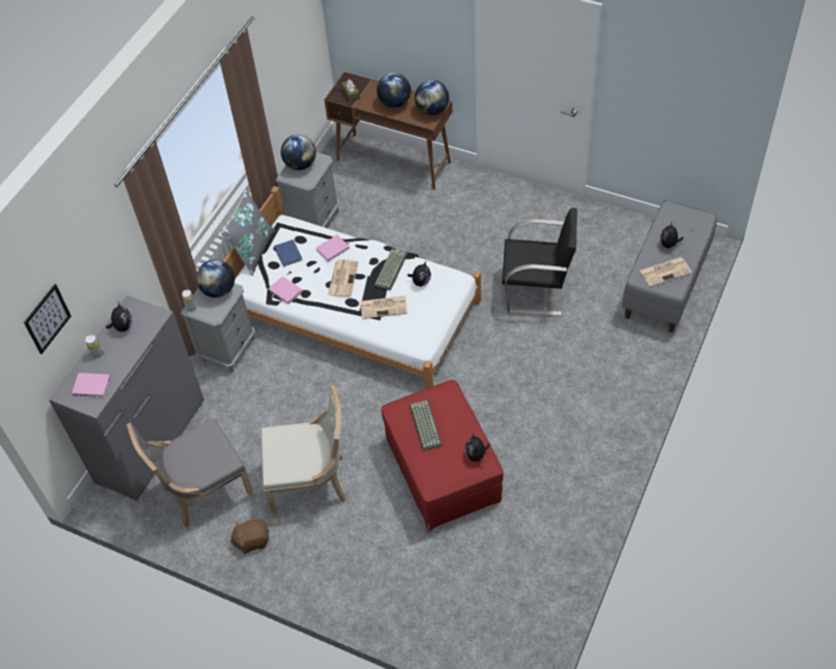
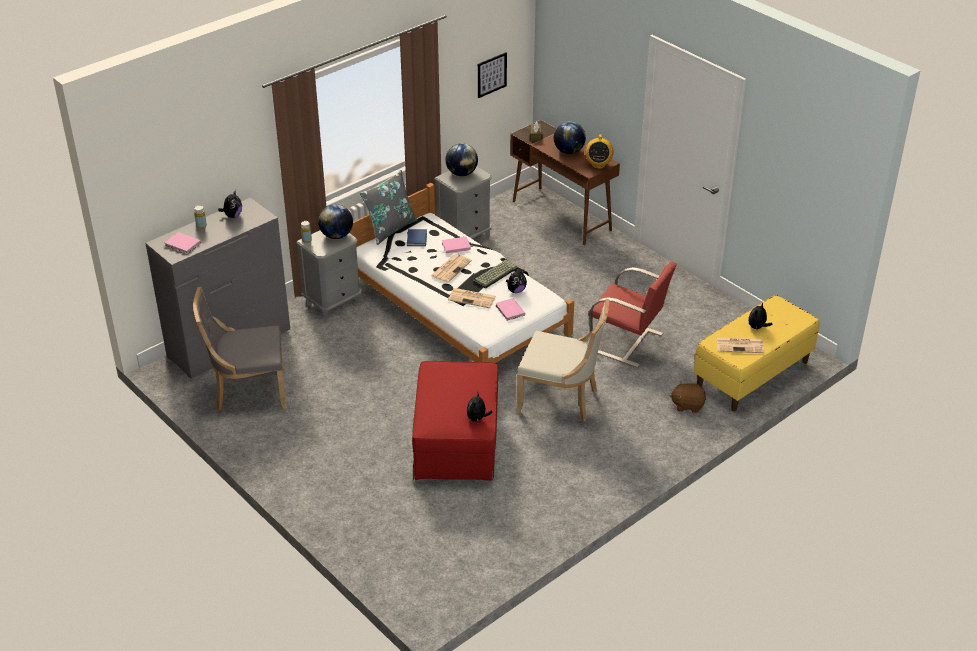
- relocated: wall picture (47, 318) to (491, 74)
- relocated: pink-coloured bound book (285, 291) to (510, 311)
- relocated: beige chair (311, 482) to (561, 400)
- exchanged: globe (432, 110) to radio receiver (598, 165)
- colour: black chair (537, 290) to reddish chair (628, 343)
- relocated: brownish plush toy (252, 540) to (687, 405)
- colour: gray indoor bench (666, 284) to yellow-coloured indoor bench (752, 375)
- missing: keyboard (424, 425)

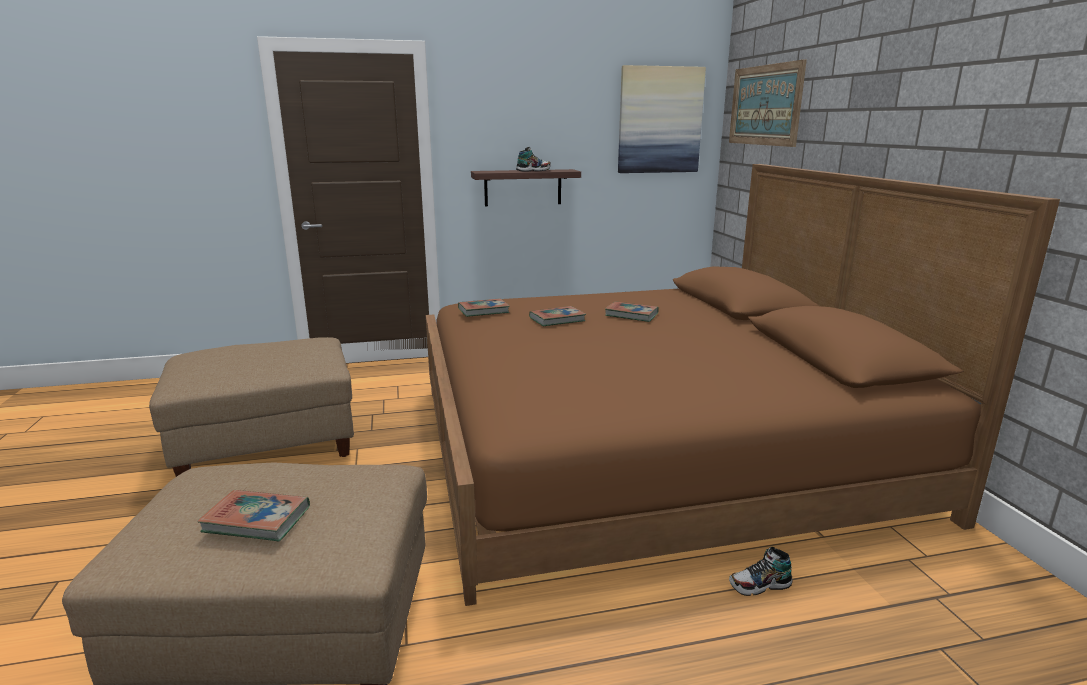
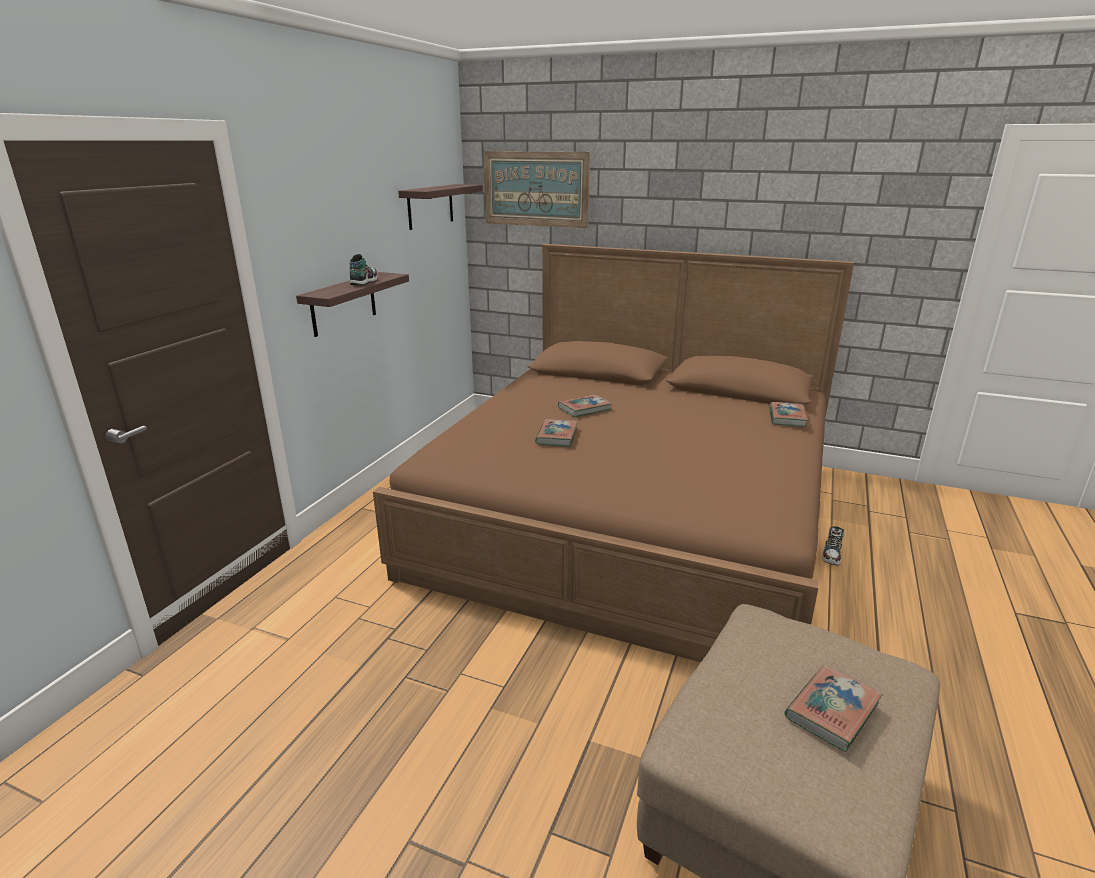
- exchanged: wall picture (659, 120) to shelf (430, 206)
- relocated: bound book (483, 311) to (787, 417)
- missing: beige pouffe (269, 444)

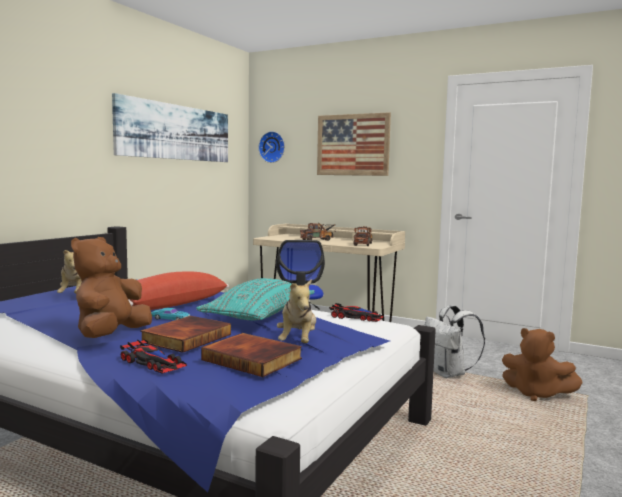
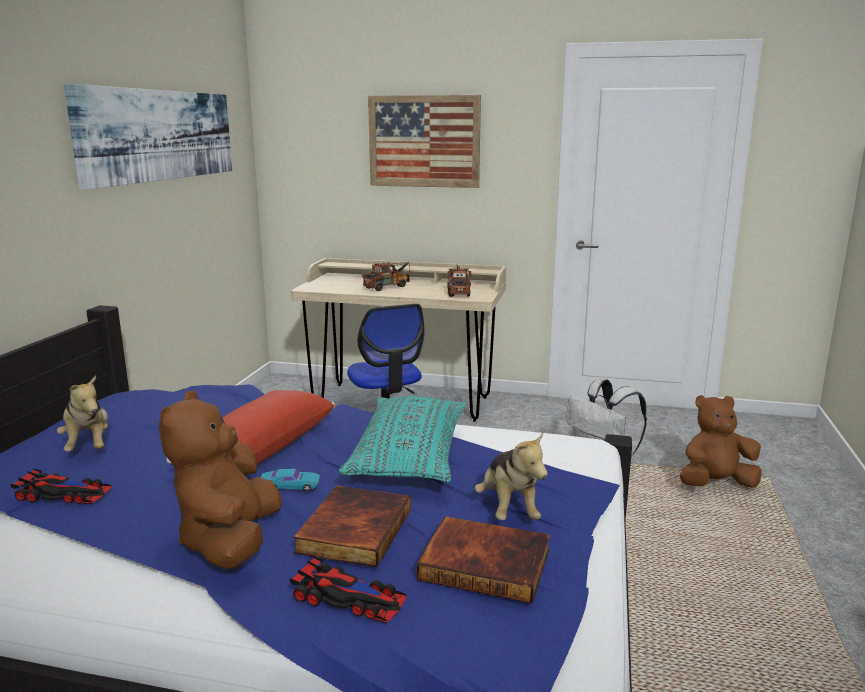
- relocated: model car (356, 317) to (64, 494)
- spun: brownish plush toy (536, 394) = (715, 484) 150 degrees clockwise
- missing: clock on the wall (272, 147)

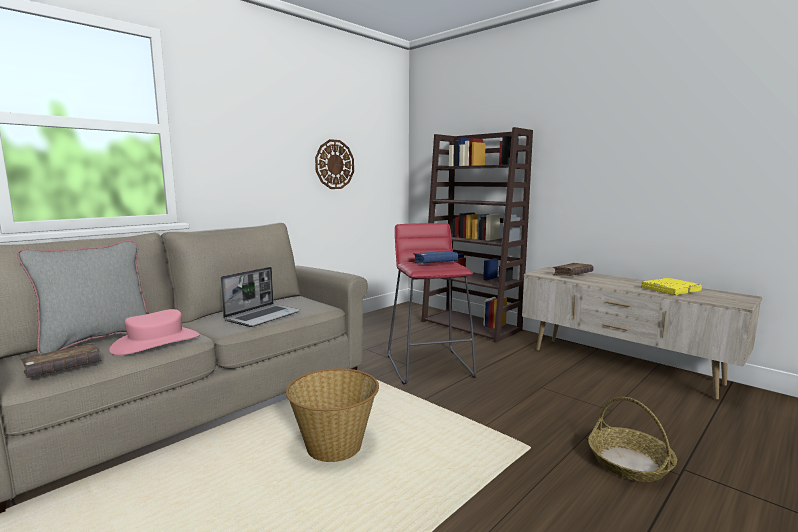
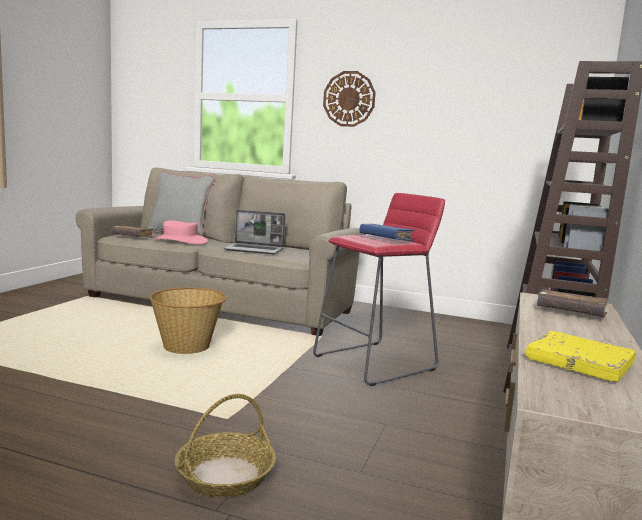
- relocated: clock on the wall (334, 164) to (349, 99)

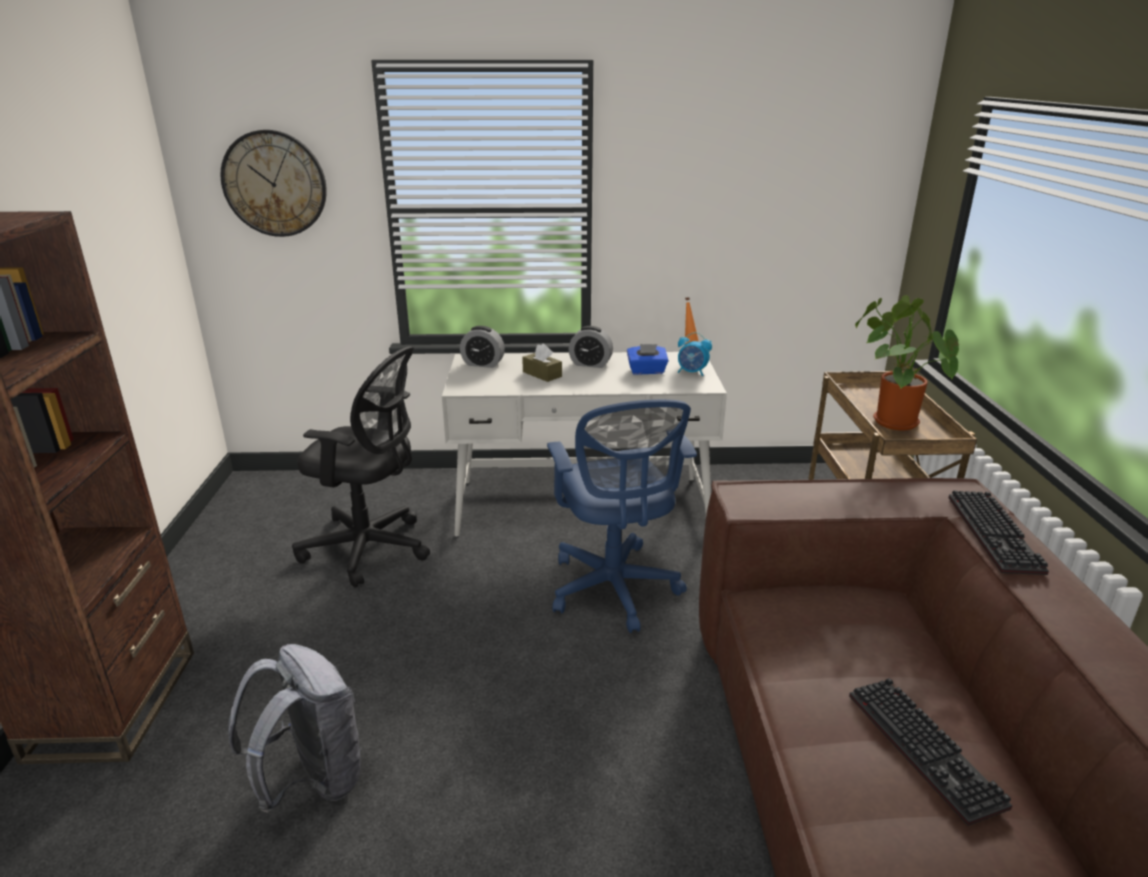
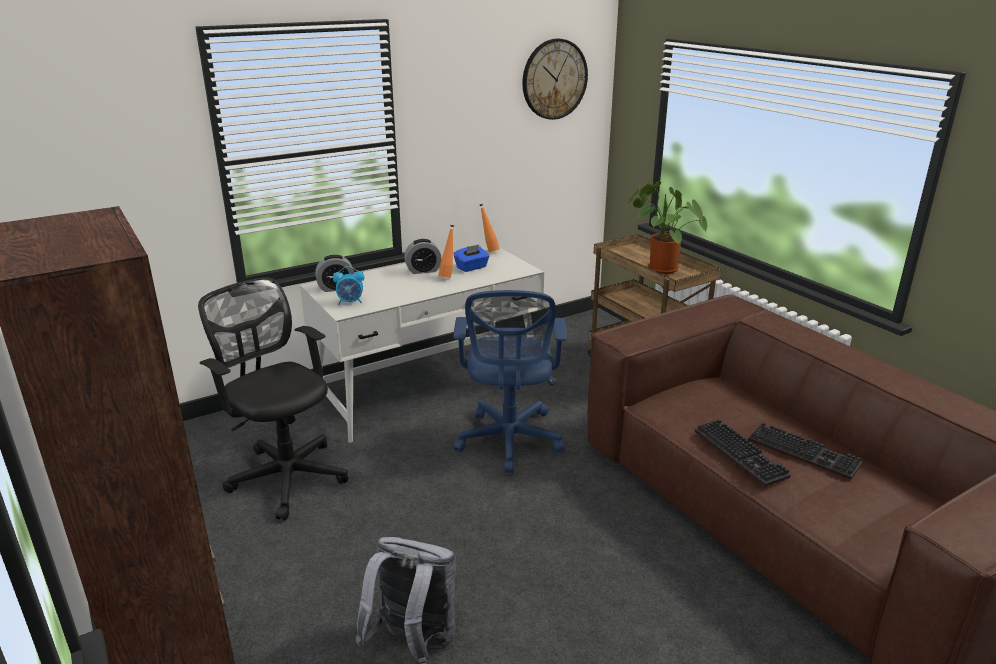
- spun: black computer chair (371, 549) = (286, 474) 120 degrees counterclockwise
- relocated: bedside clock (692, 373) to (350, 302)
- appeared: orange bottle (448, 276)
- spun: blue computer chair (614, 591) = (509, 442) 45 degrees clockwise
- relocated: clock on the wall (274, 184) to (554, 79)
- relocated: keyboard (997, 535) to (742, 454)
- missing: brownish tissue holder (542, 374)

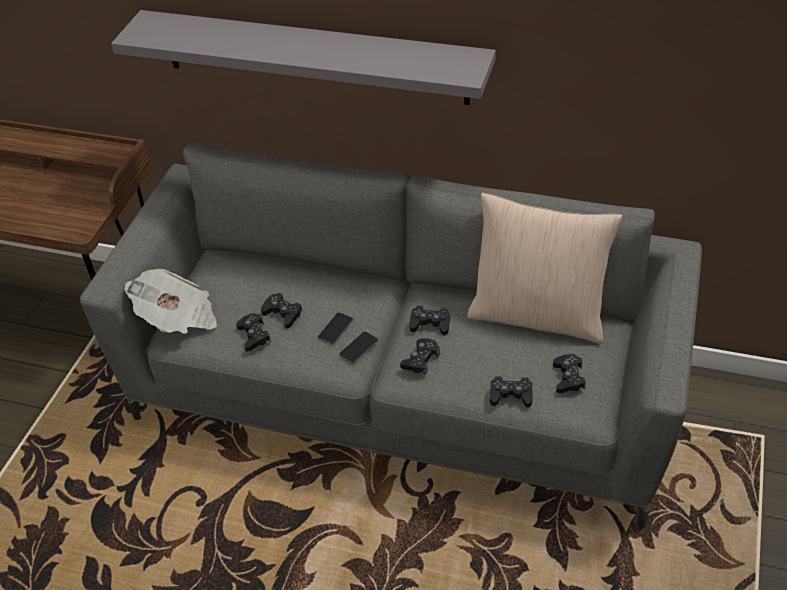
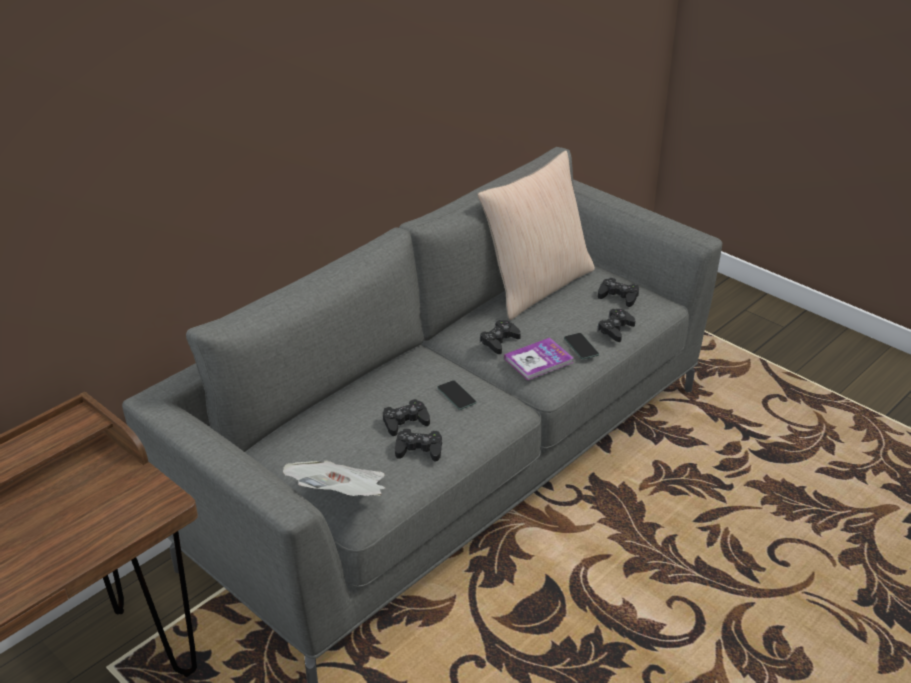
- exchanged: black gamepad (420, 360) to bound book (538, 360)
- relocated: handset (358, 348) to (581, 346)
- missing: gray shelf (313, 57)

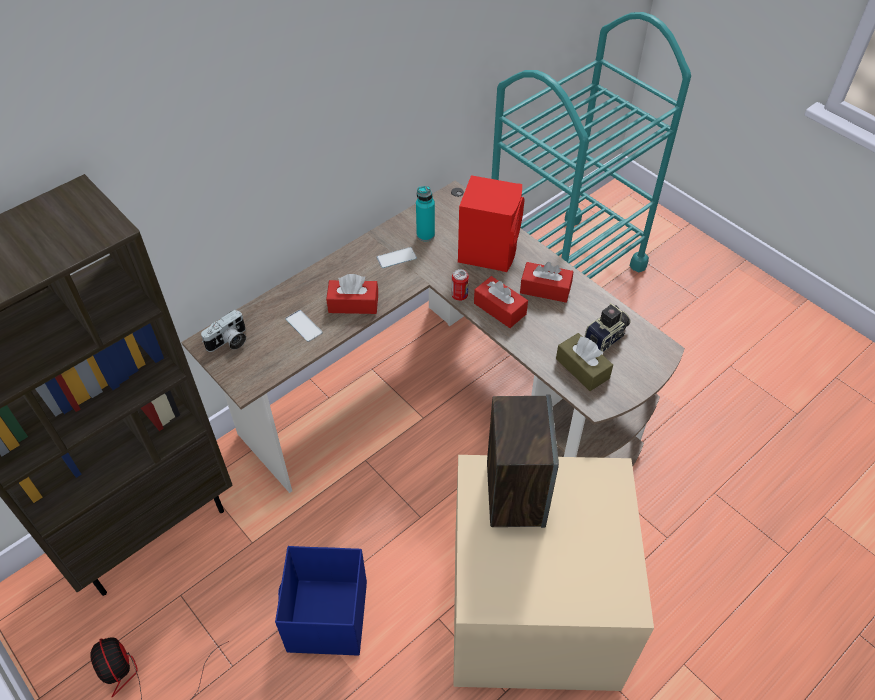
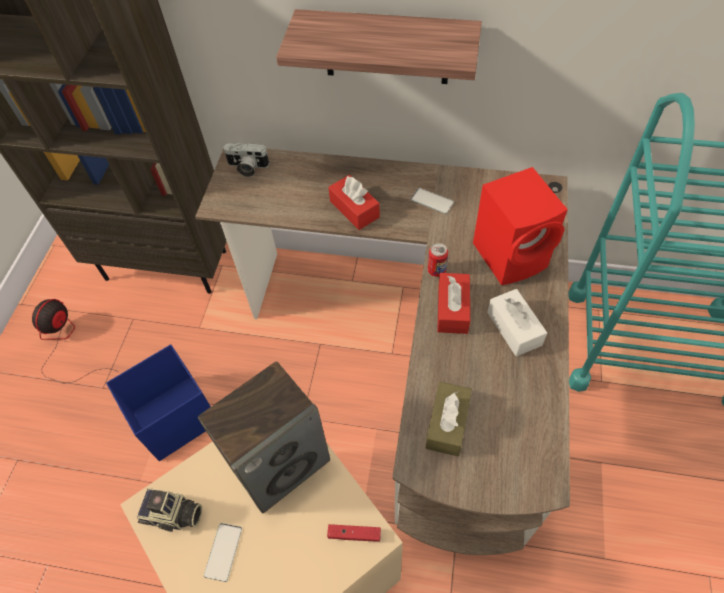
- relocated: still camera (607, 337) to (174, 516)
- relocated: handset (303, 326) to (223, 552)
- appeared: shelf (386, 47)
- appeared: reddish gamepad (354, 534)
- colour: reddish tissue holder (545, 289) to whitish tissue holder (514, 328)
- missing: turquoise bottle (425, 235)

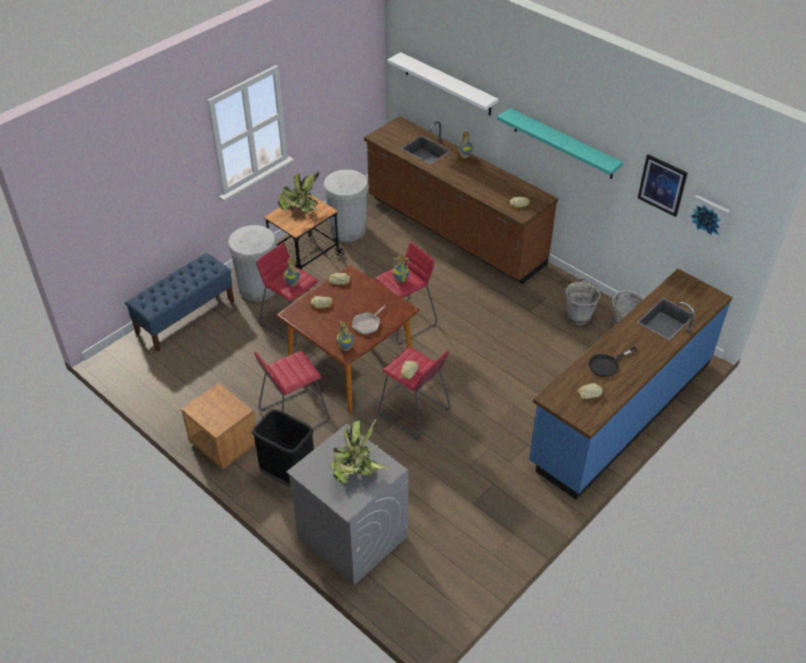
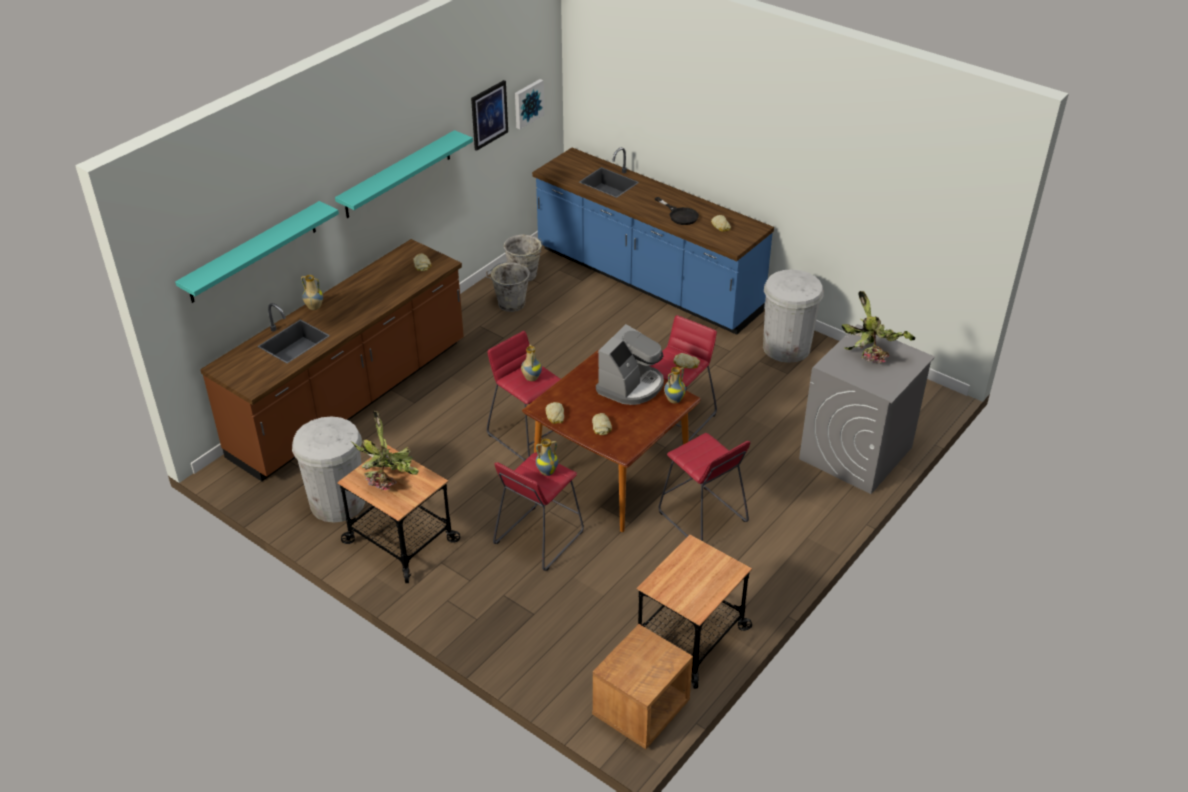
- colour: whitish shelf (447, 84) to turquoise shelf (253, 252)
- relocated: brownish bedside table (223, 443) to (641, 710)
- exchanged: skillet (367, 324) to coffee maker (631, 386)
- appeared: cart (690, 639)
- relocated: whitish rubbish bin (258, 287) to (786, 347)
- missing: blue indoor bench (186, 317)
- missing: black rubbish bin (288, 475)

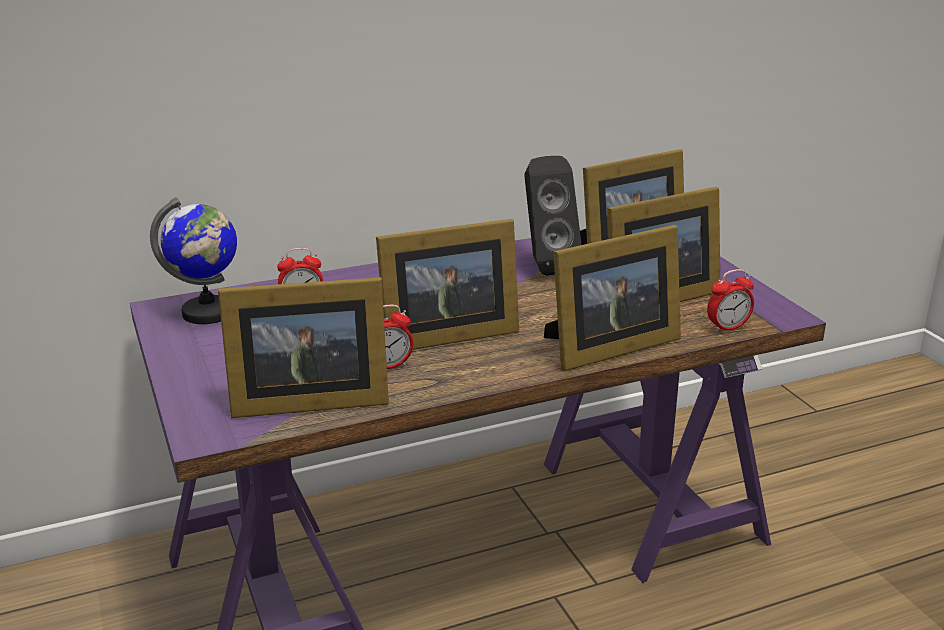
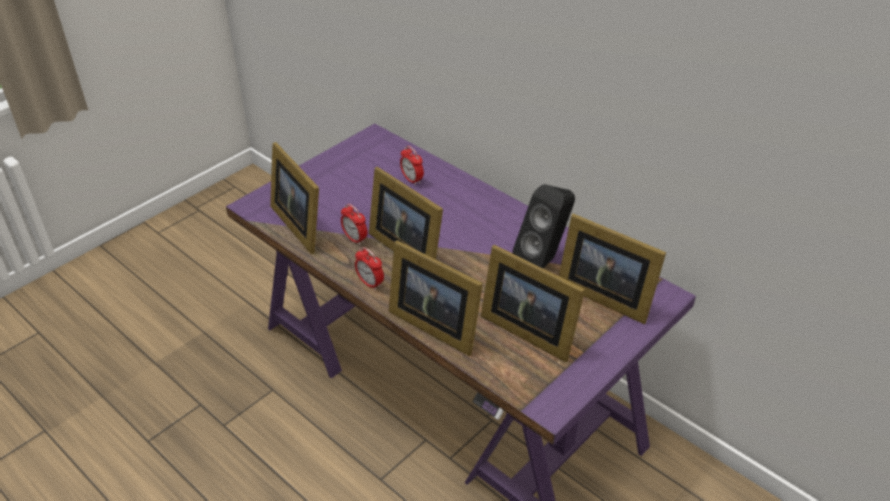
- relocated: bedside clock (728, 328) to (370, 283)
- missing: globe (208, 313)

